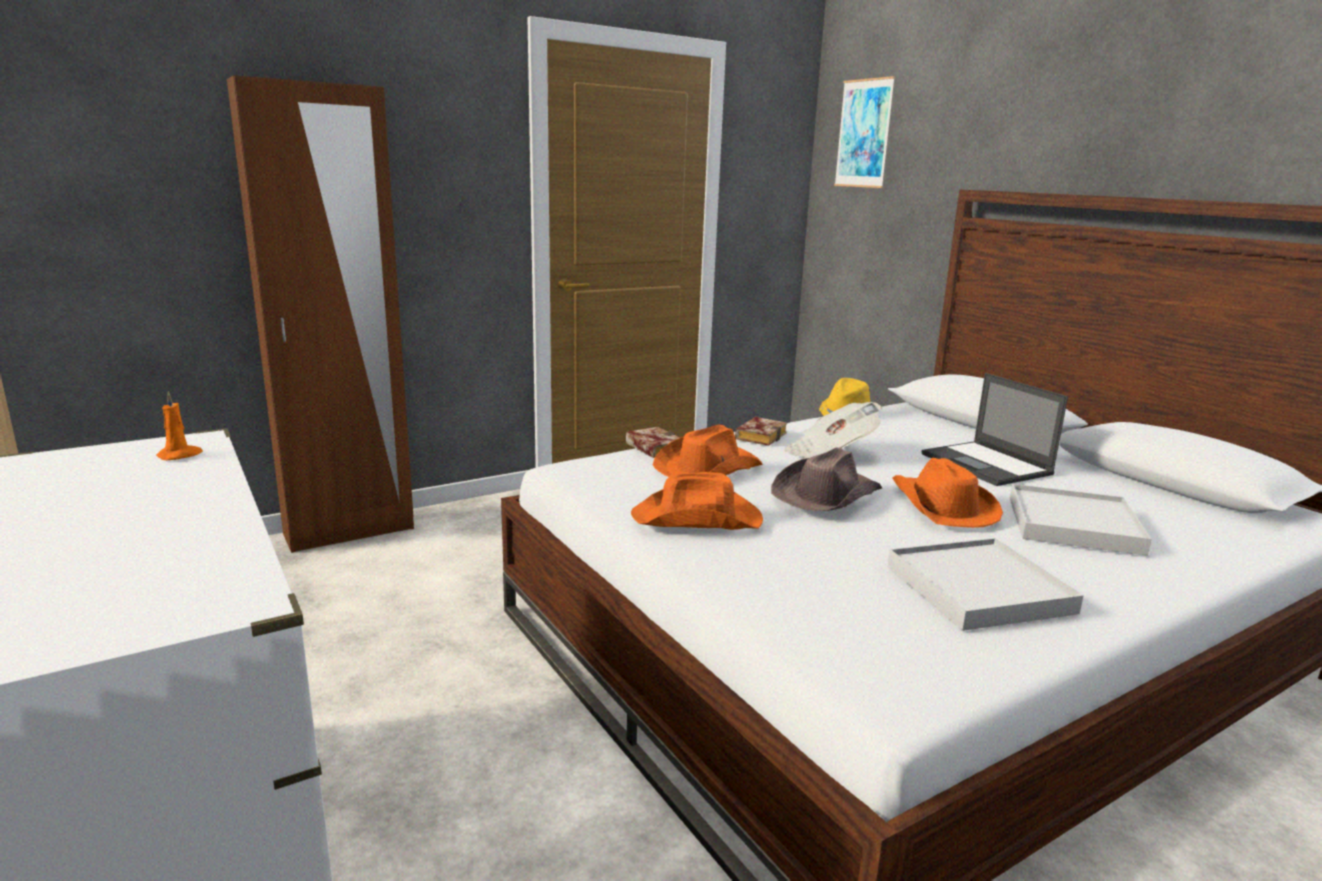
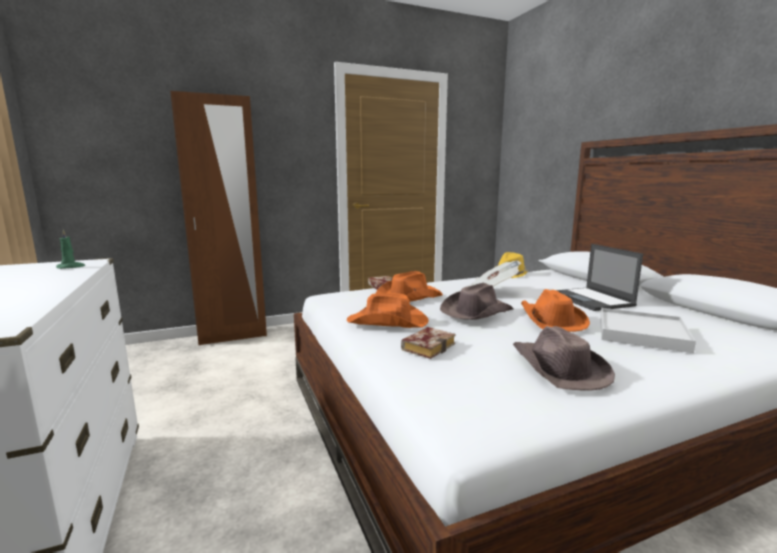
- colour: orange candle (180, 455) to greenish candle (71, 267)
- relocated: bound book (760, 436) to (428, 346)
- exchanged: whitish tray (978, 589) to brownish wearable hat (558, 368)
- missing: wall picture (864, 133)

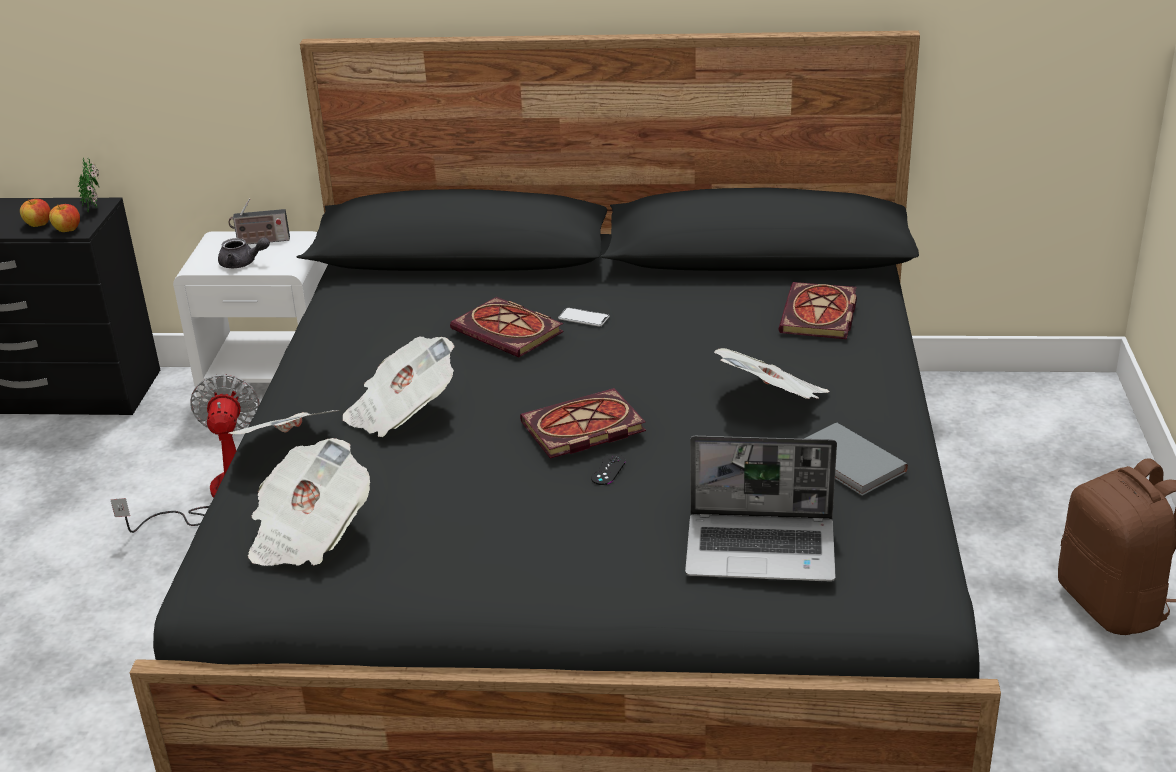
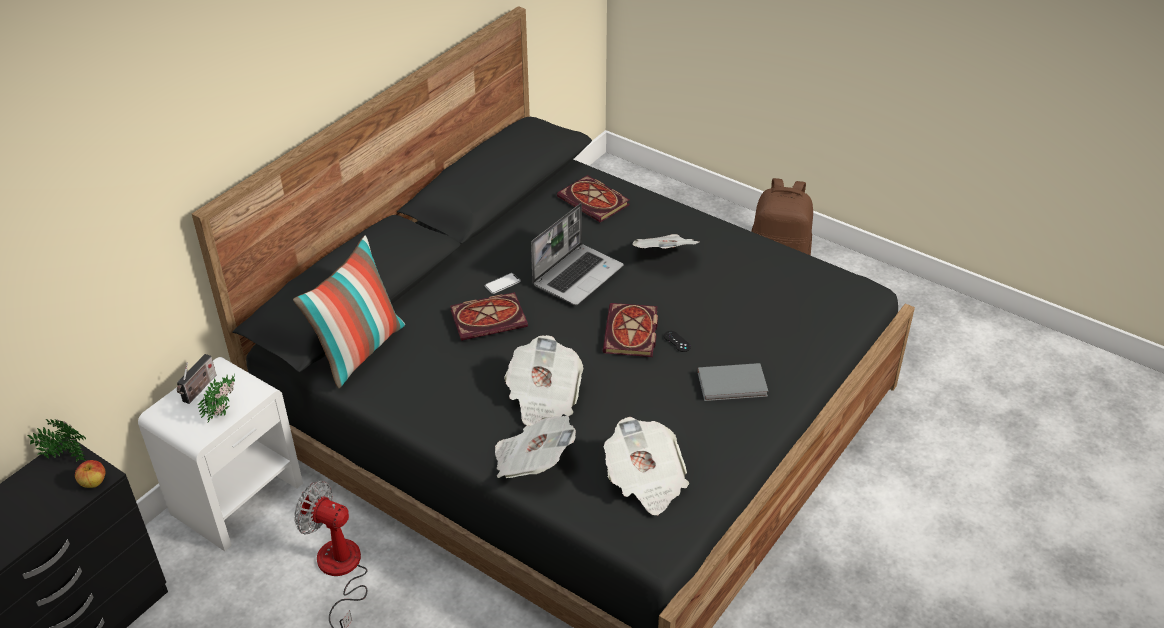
- exchanged: gray teapot (242, 263) to plant in a pot (225, 410)
- appeared: pillow (359, 350)
- relocated: portable computer (762, 549) to (578, 275)
- relocated: gray bound book (848, 463) to (733, 385)
- missing: apple (38, 225)

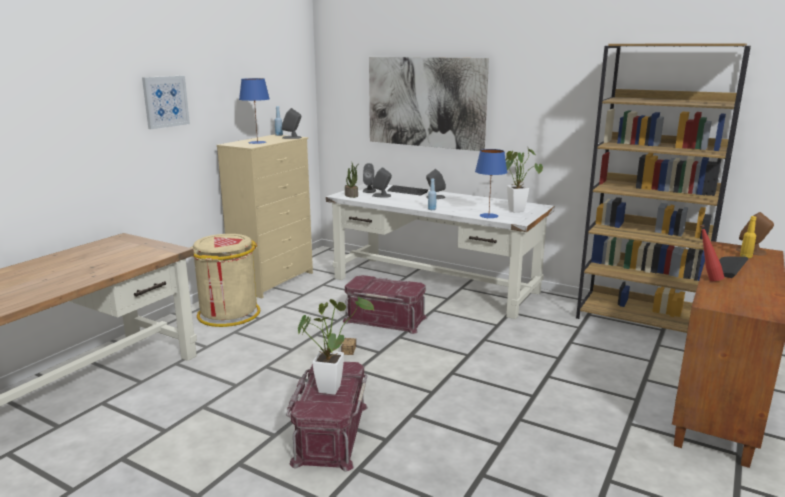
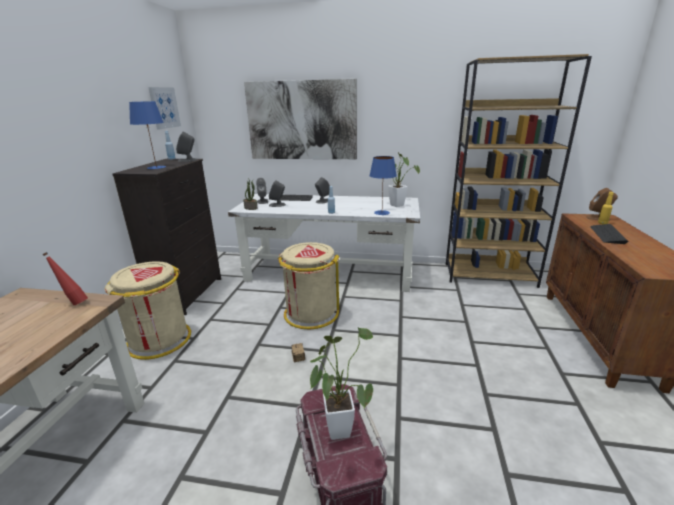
- relocated: reddish bottle (707, 279) to (74, 303)
- colour: beige drawer chest (274, 281) to black drawer chest (189, 294)
- relocated: wall picture (165, 101) to (164, 108)
- exchanged: reddish storage container (385, 319) to beige rubbish bin (310, 314)

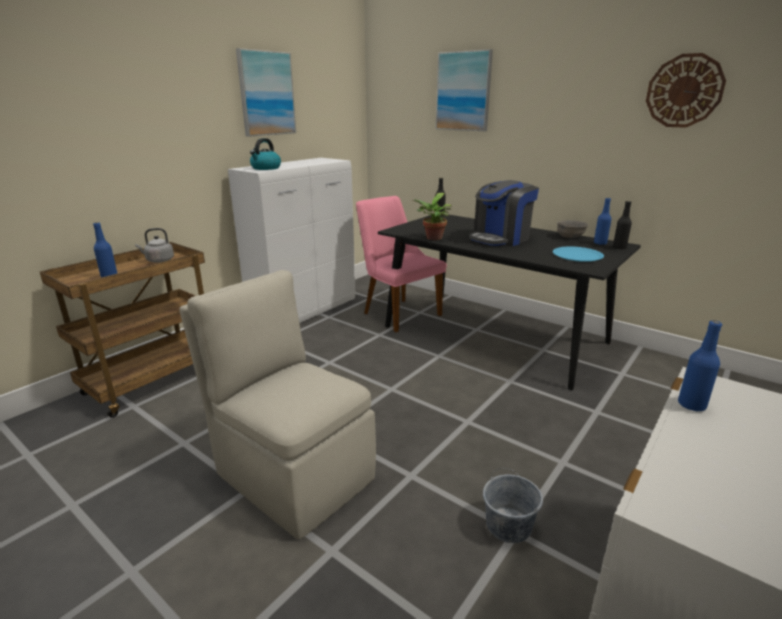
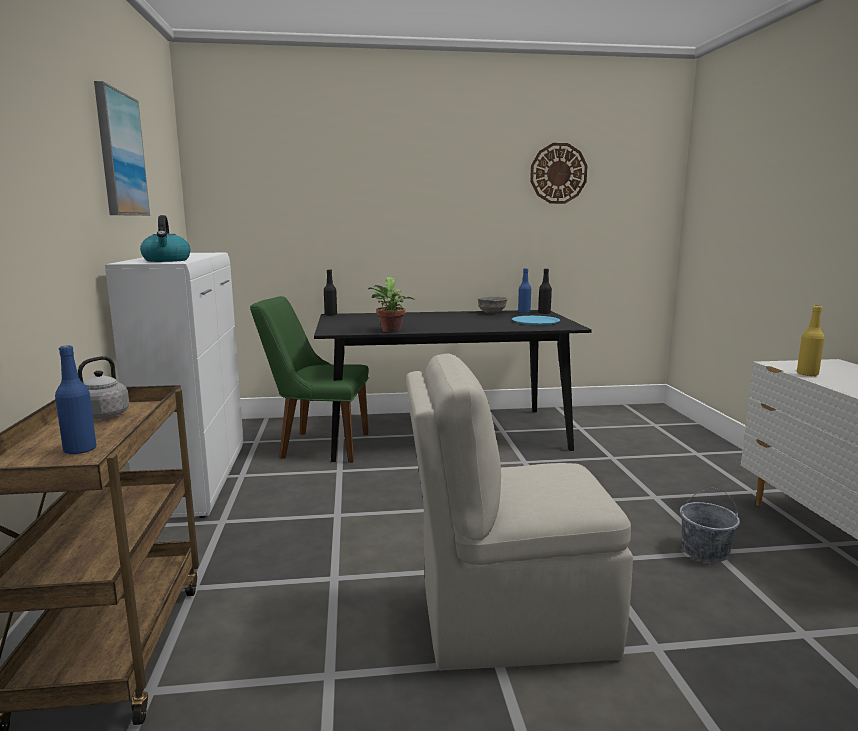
- colour: pink-coloured chair (396, 312) to greenish chair (316, 445)
- colour: blue bottle (691, 405) to yellow-coloured bottle (807, 374)
- missing: wall picture (463, 91)
- missing: coffee maker (500, 238)

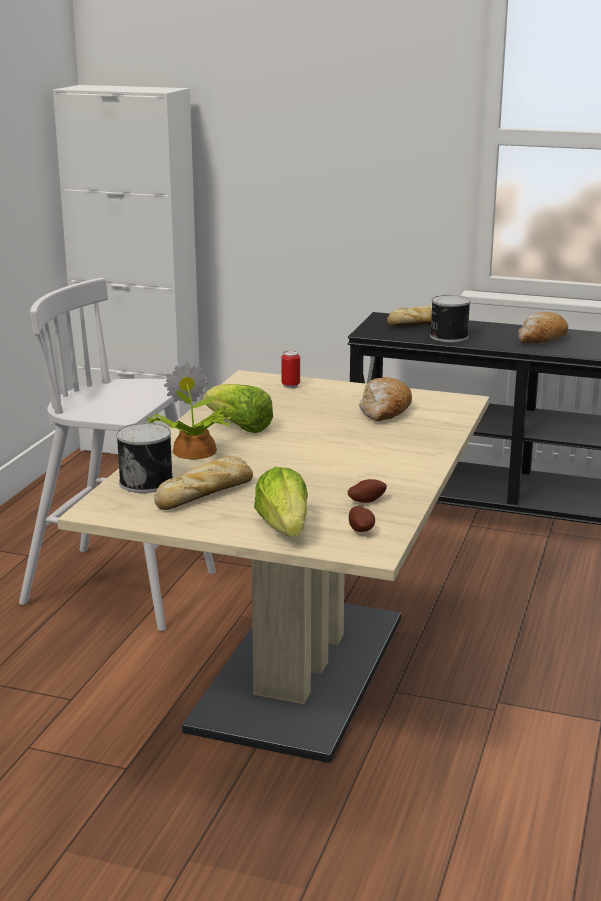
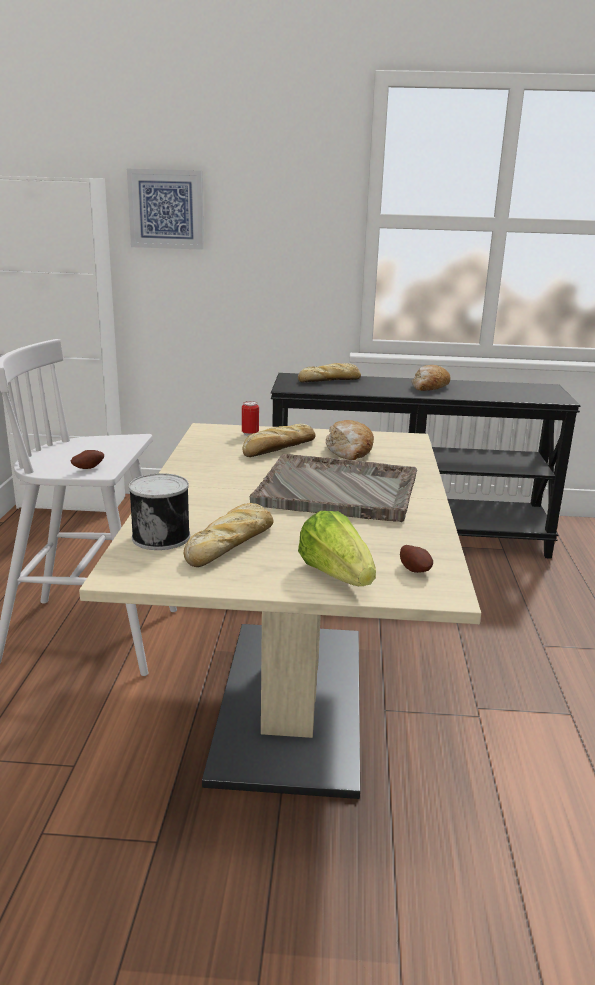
- relocated: spud (366, 501) to (88, 467)
- appeared: wall picture (166, 209)
- appeared: baked bread (278, 448)
- appeared: gray tray (339, 491)
- missing: plant in a pot (193, 451)
- missing: lettuce head (239, 427)
- missing: sealed can (448, 336)

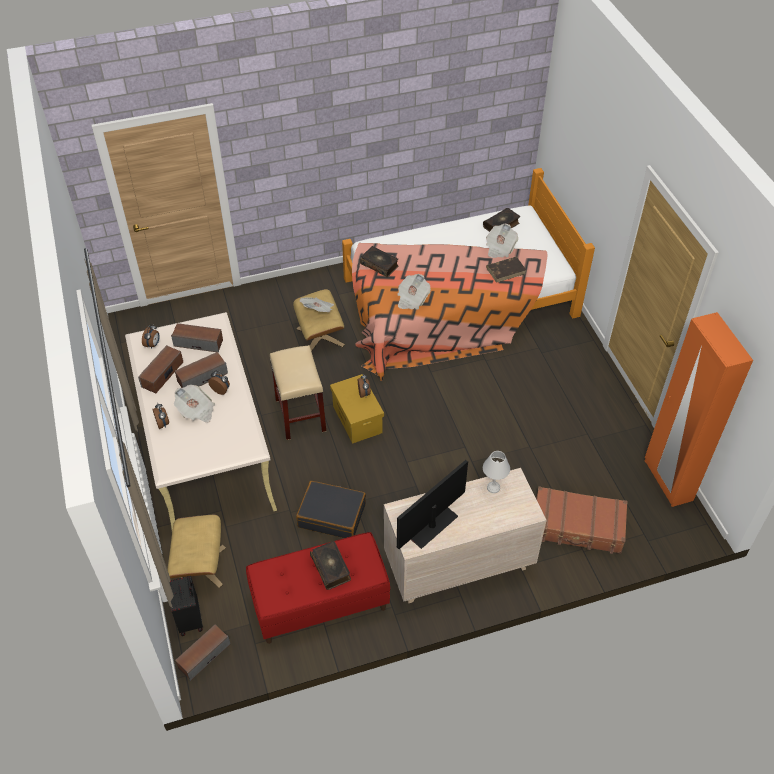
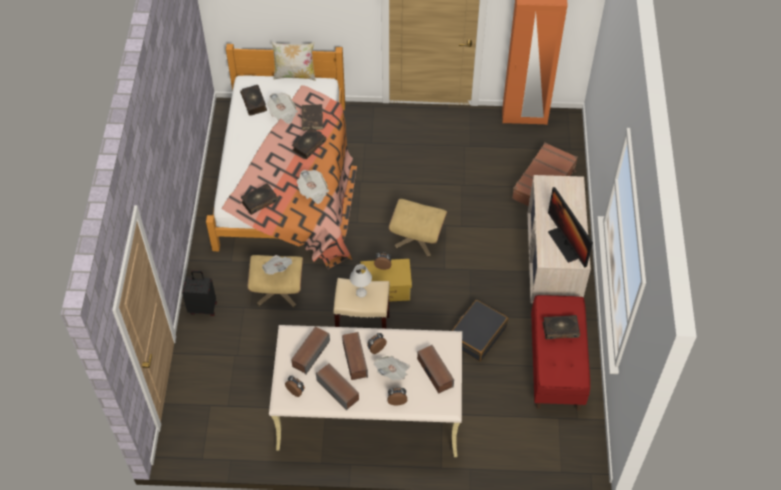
- relocated: black travel case (191, 619) to (203, 307)
- appeared: pillow (295, 75)
- appeared: bound book (308, 146)
- relocated: whitish lamp for a table (493, 487) to (360, 293)
- relocated: beige pouffe (200, 567) to (417, 237)
- relocated: loudspeaker (204, 655) to (434, 373)

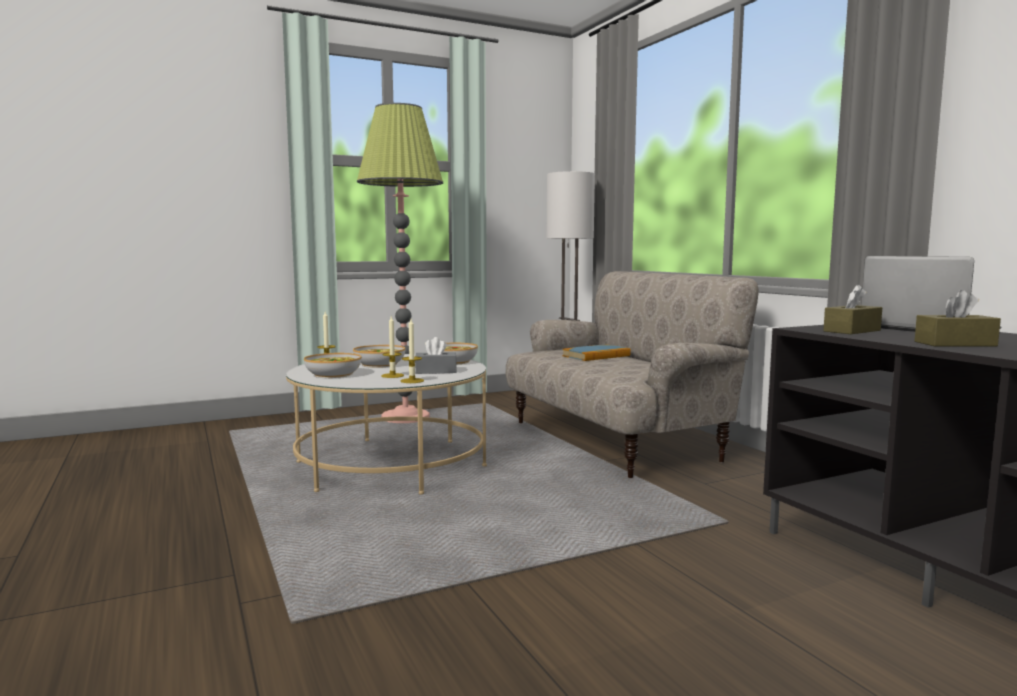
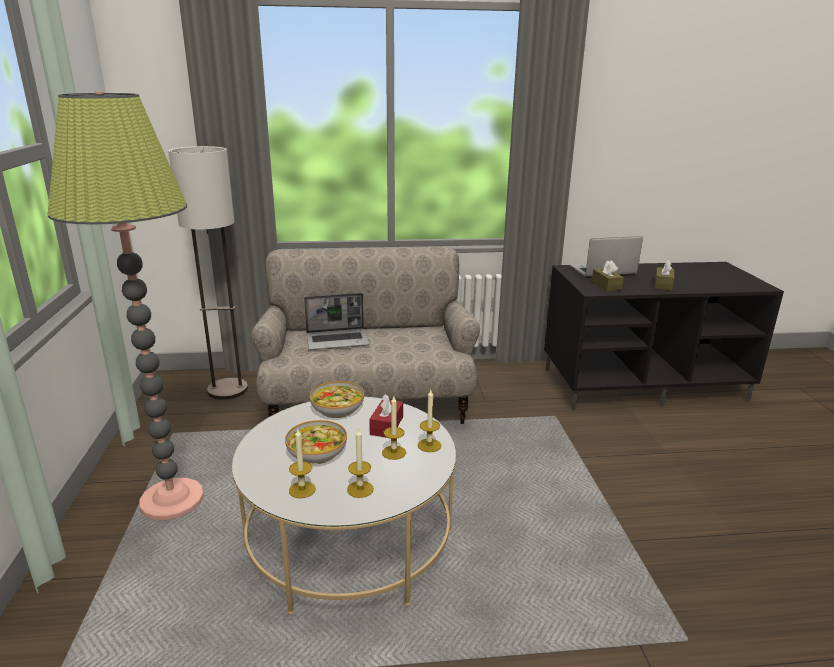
- exchanged: bound book (596, 356) to portable computer (338, 340)
- exchanged: bowl (333, 374) to candle (360, 489)
- colour: gray tissue holder (436, 371) to reddish tissue holder (386, 425)

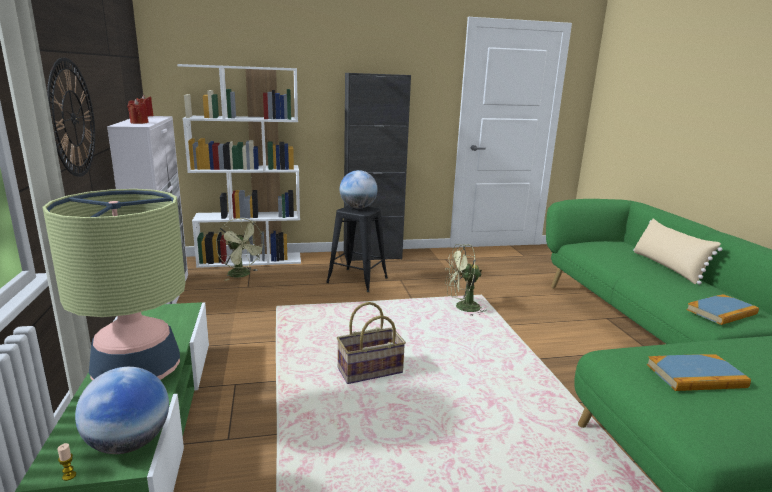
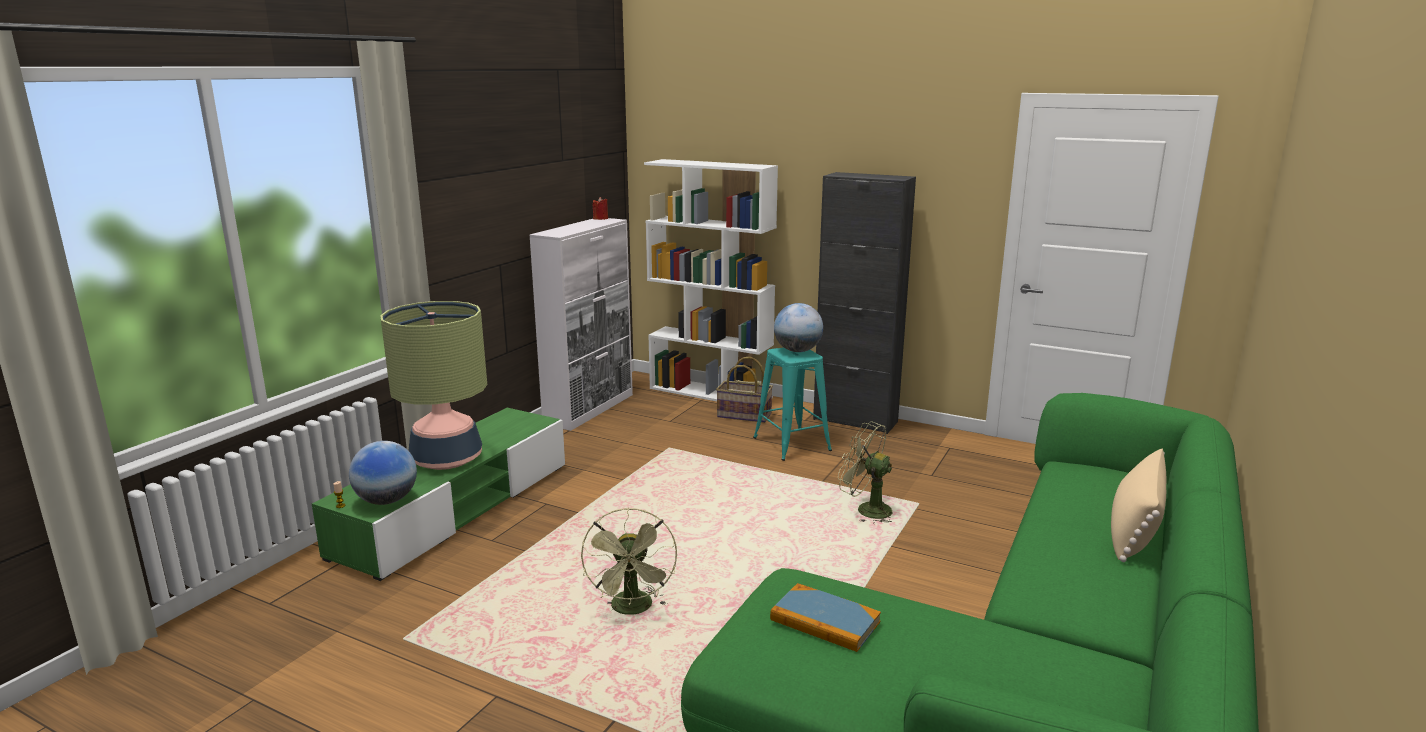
- relocated: greenish fan (242, 275) to (633, 610)
- relocated: basket (370, 371) to (743, 415)
- colour: black sitting stool (357, 280) to turquoise sitting stool (791, 444)
- missing: clock on the wall (73, 118)
- missing: reddish candle (139, 123)
- missing: bound book (721, 312)

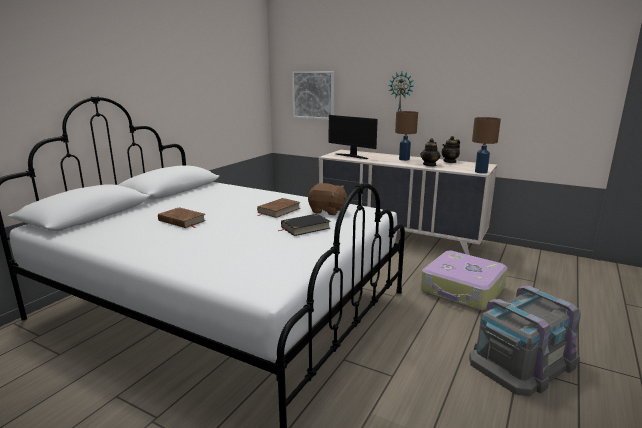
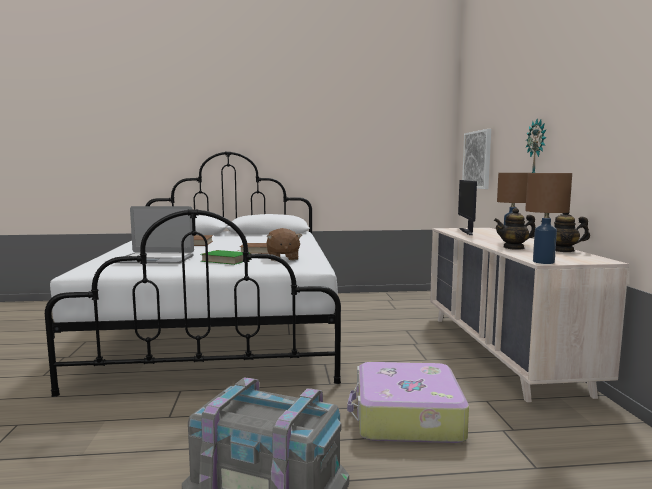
- appeared: portable computer (155, 260)
- colour: black bound book (305, 227) to greenish bound book (225, 260)

